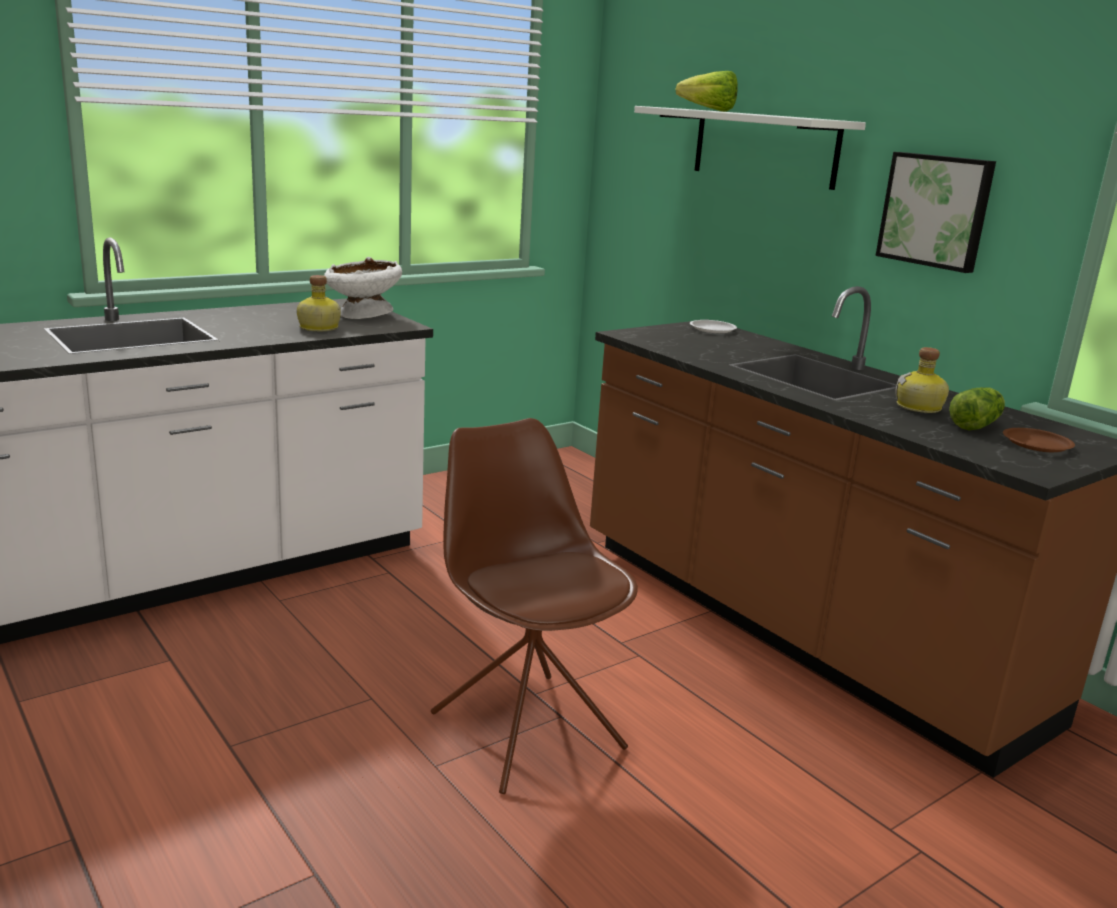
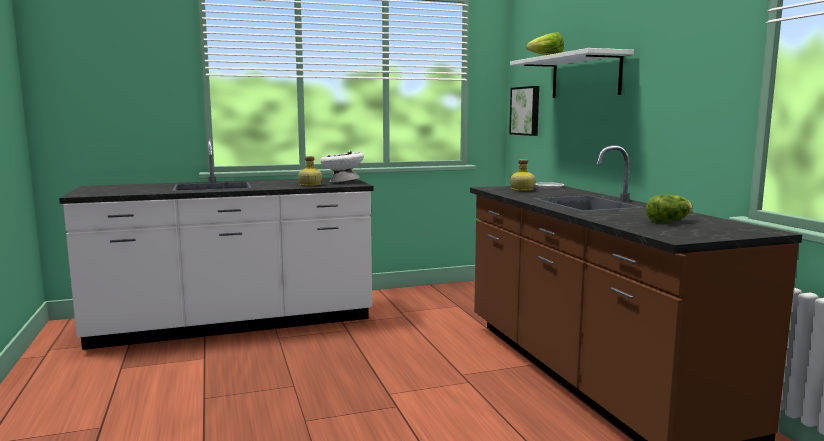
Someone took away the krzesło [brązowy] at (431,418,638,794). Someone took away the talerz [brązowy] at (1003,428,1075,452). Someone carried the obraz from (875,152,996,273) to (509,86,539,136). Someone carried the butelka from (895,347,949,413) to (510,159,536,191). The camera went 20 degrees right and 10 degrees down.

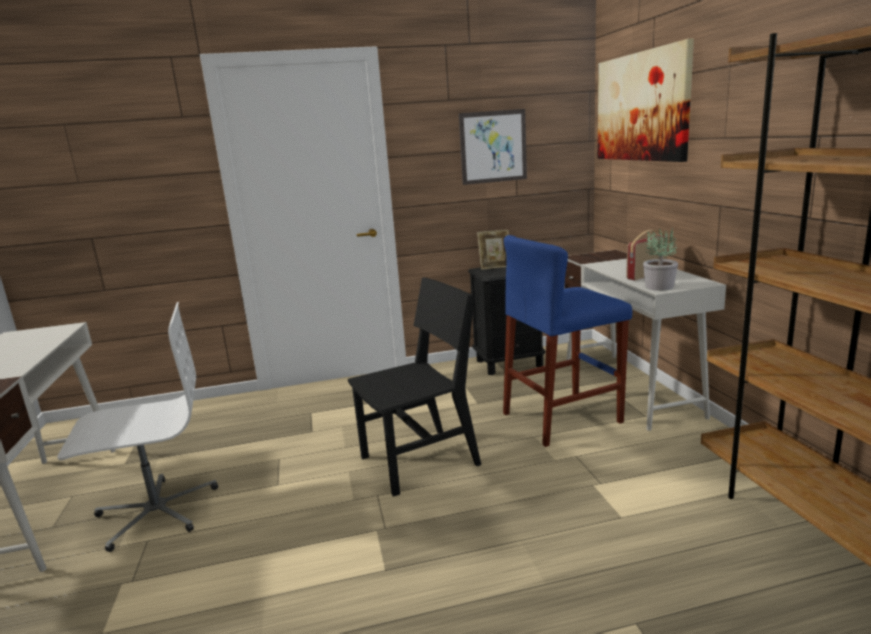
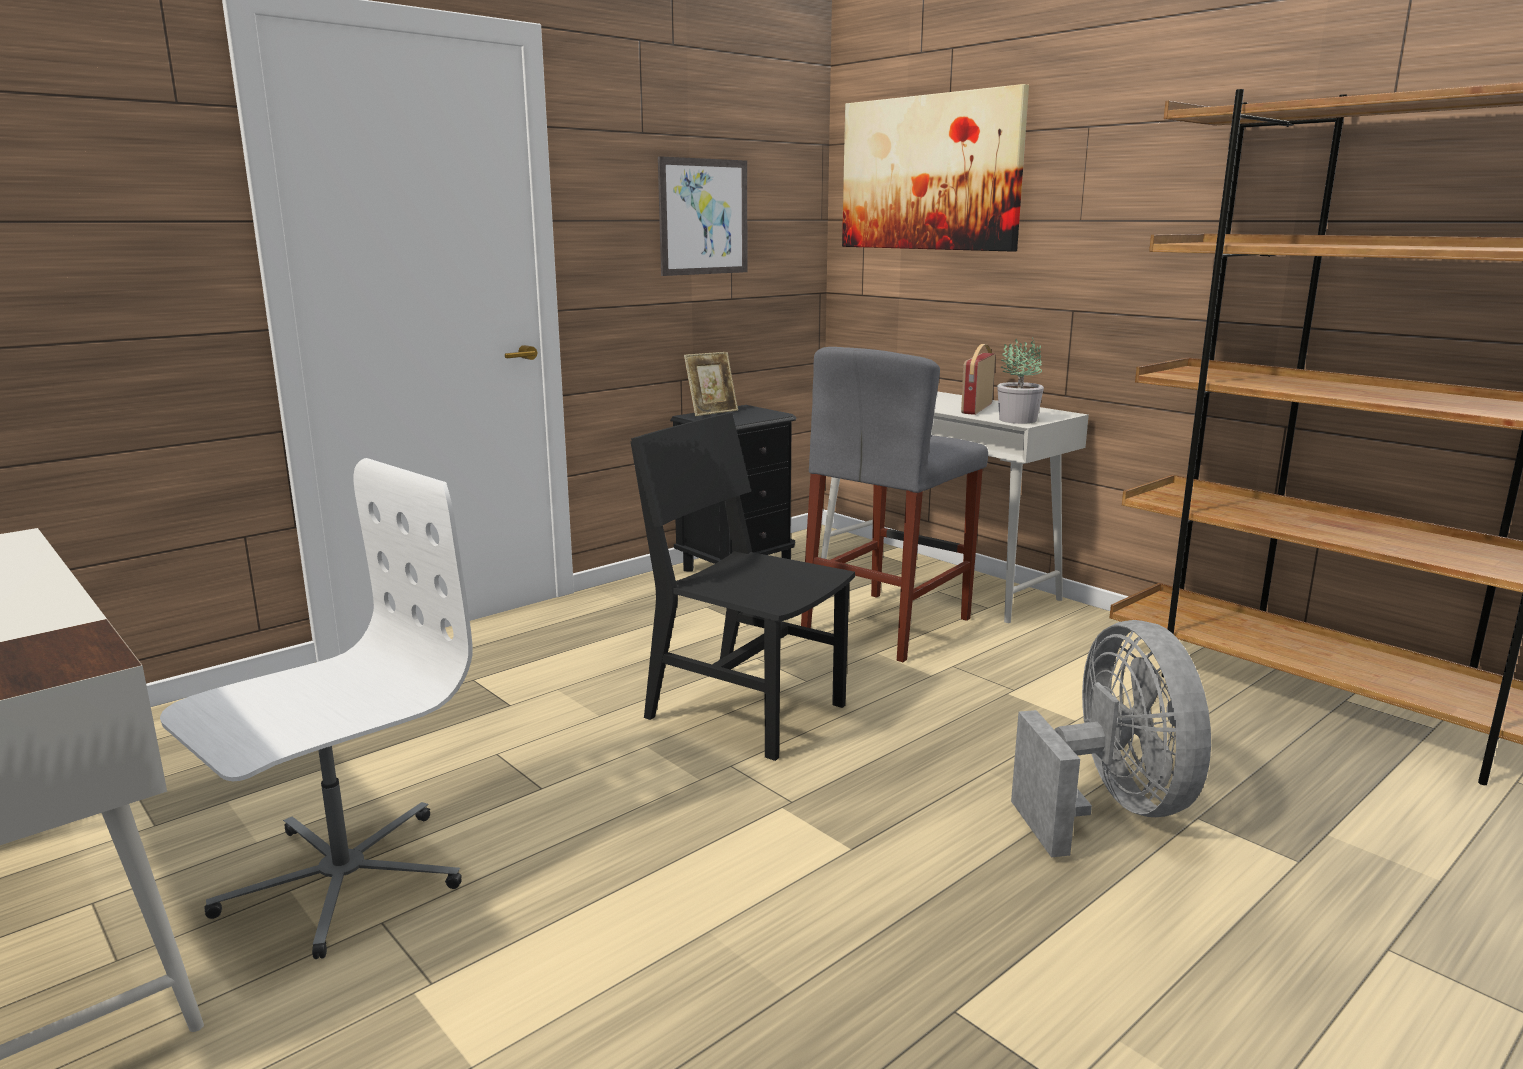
Someone put down the wentylator [szary] at (1011,620,1211,857). Someone repainted the stołek [niebieski] at (503,235,632,447), which became the stołek [szary] at (801,347,988,662). Someone rotated the krzesło [czarny] at (348,278,481,497) by 90 degrees counterclockwise. The camera went 30 degrees left and 0 degrees up.

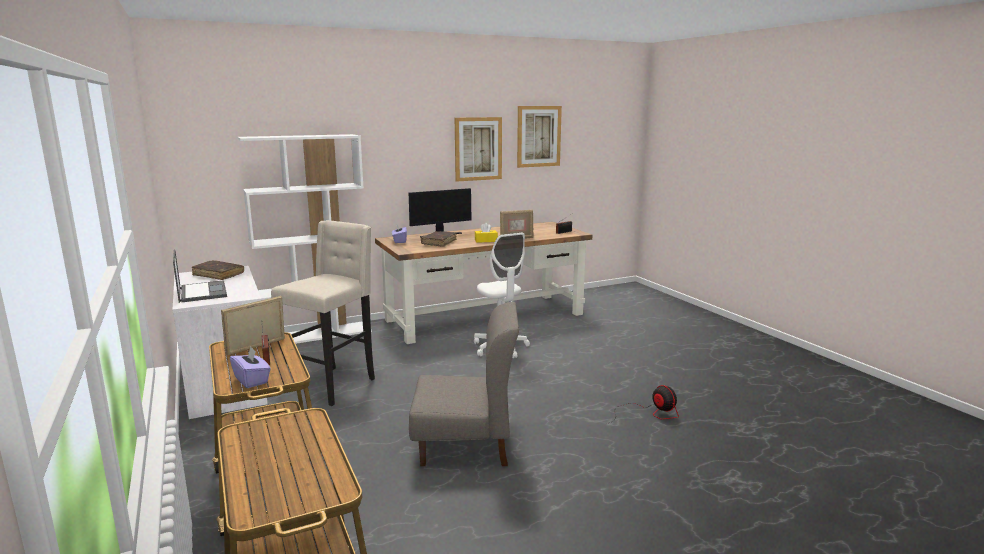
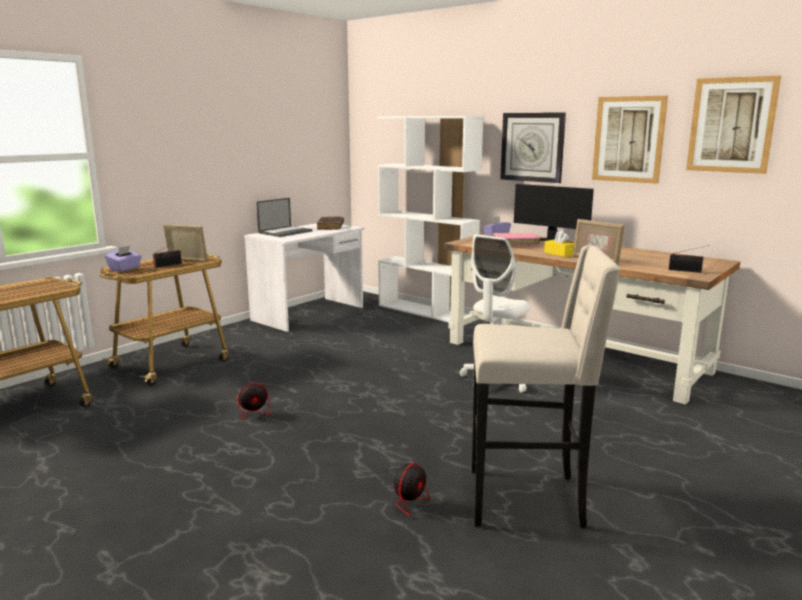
Someone put up the zegar ścienny at (500,112,566,183). Someone carried the stołek [beżowy] from (271,220,375,406) to (472,245,621,528). Someone swapped the krzesło [szary] at (409,302,519,466) for the wentylator at (237,383,289,421). Someone repainted the książka [brązowy] at (421,231,456,247), which became the książka [różowy] at (492,233,541,247). The camera went 65 degrees right and 0 degrees up.

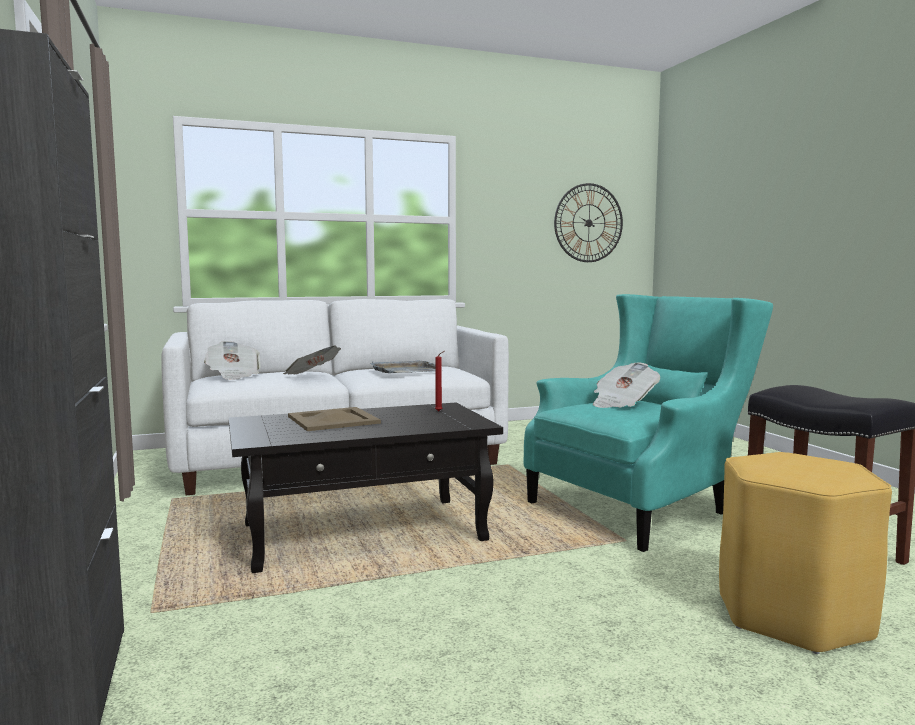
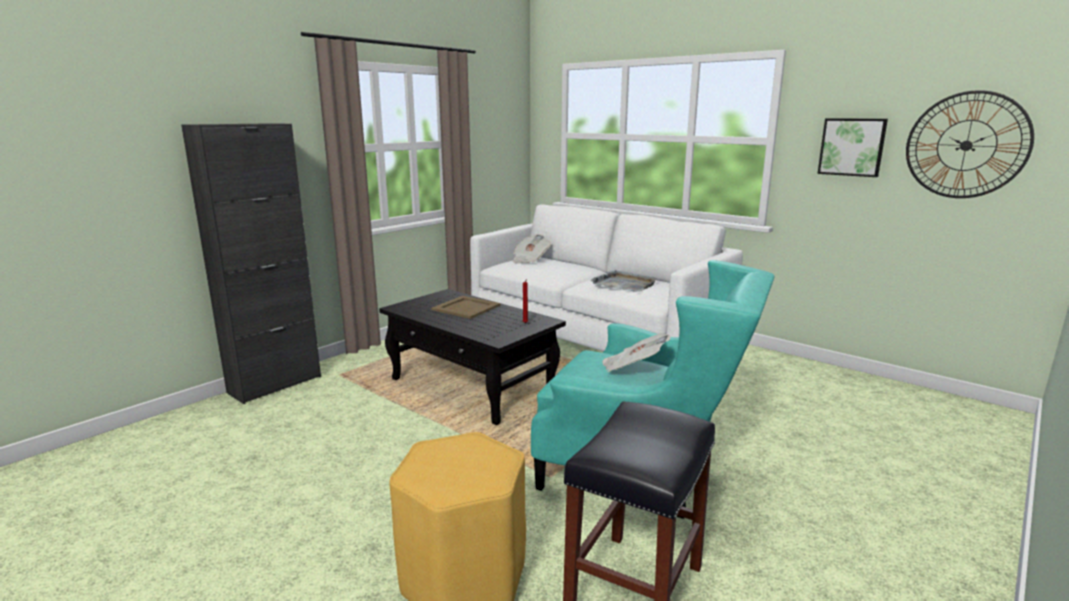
Someone took away the gazeta at (283,345,341,375). Someone put up the obraz at (817,118,888,177). The camera went 60 degrees right and 10 degrees up.

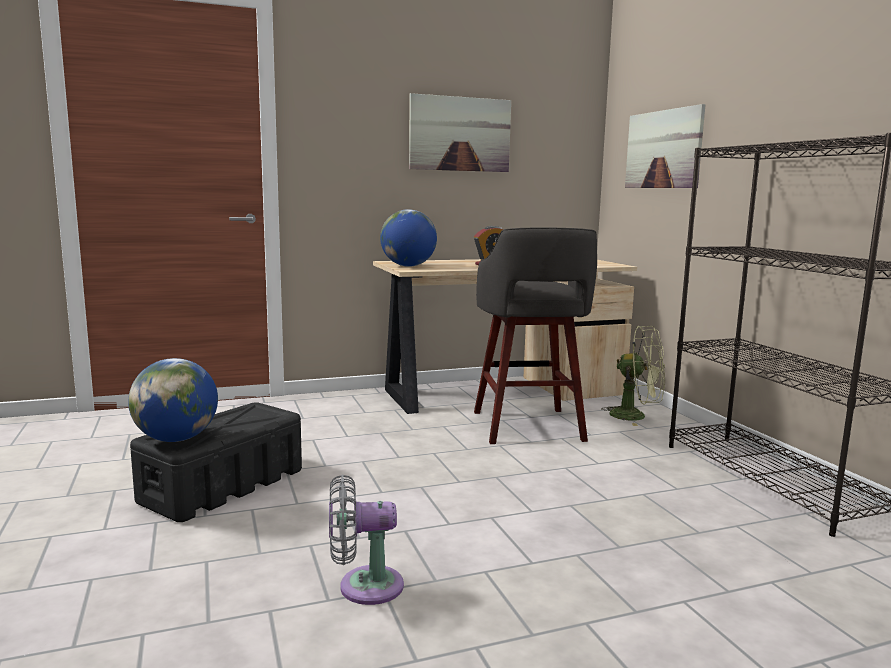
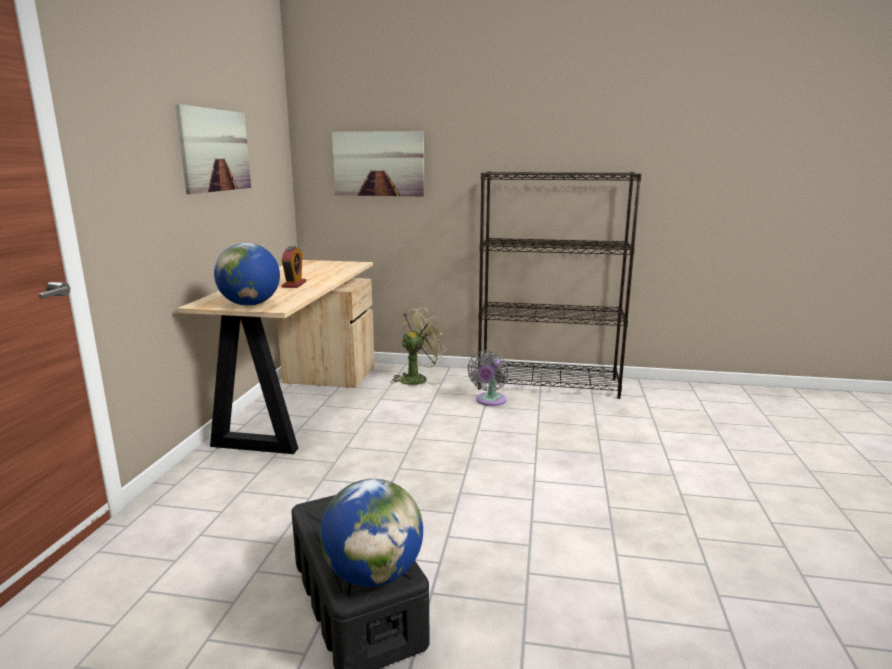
Someone took away the stołek [szary] at (474,228,597,444). Someone carried the wentylator [szary] from (329,475,404,605) to (468,351,509,406). The camera went 60 degrees left and 5 degrees up.

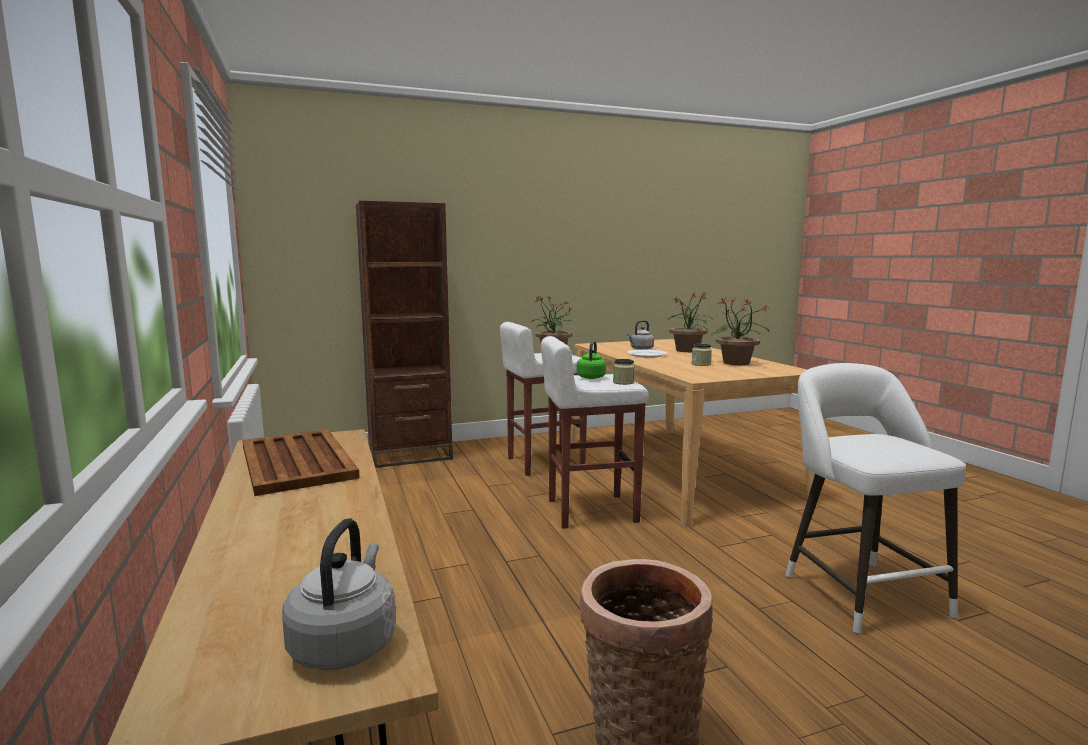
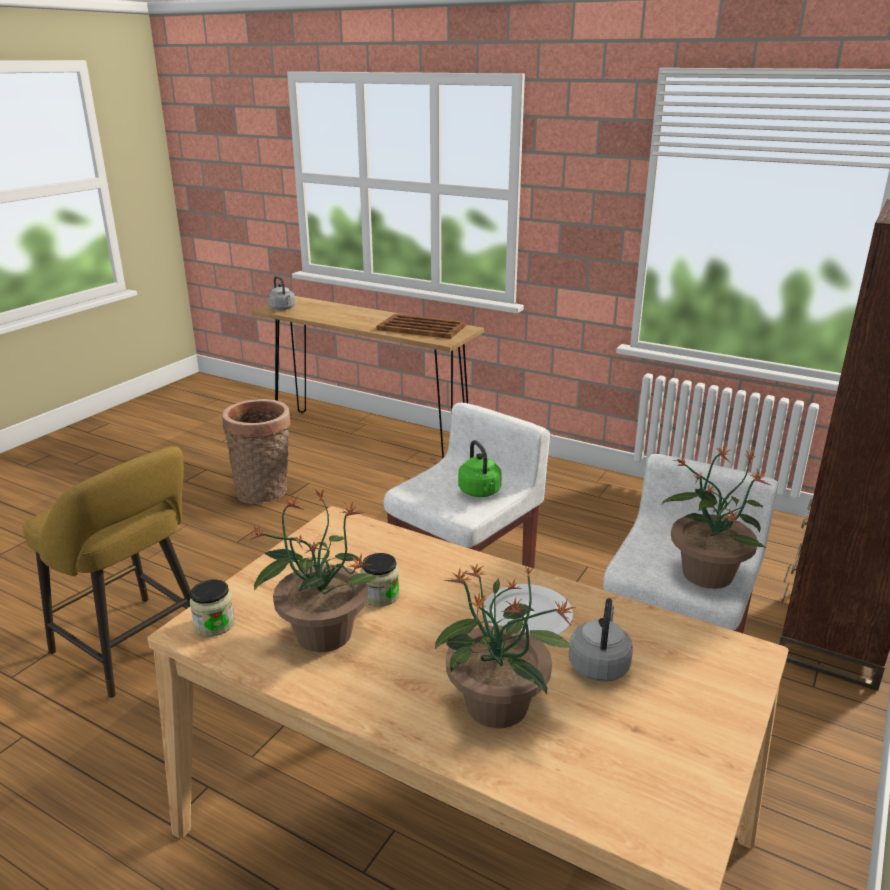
Someone carried the słoik from (613,359,635,385) to (190,580,235,636). Someone repainted the stołek [biały] at (786,363,966,634), which became the stołek [żółty] at (23,446,191,698). The camera went 140 degrees right and 15 degrees up.

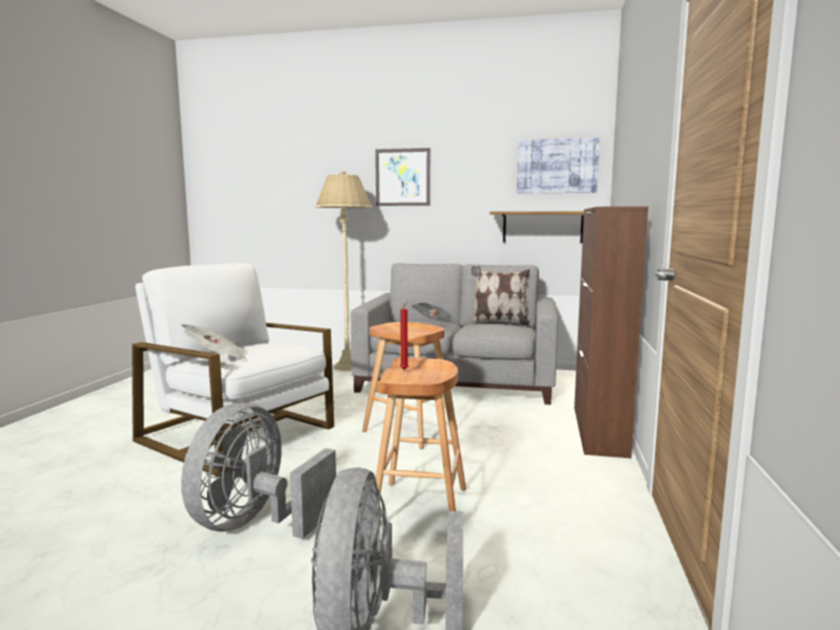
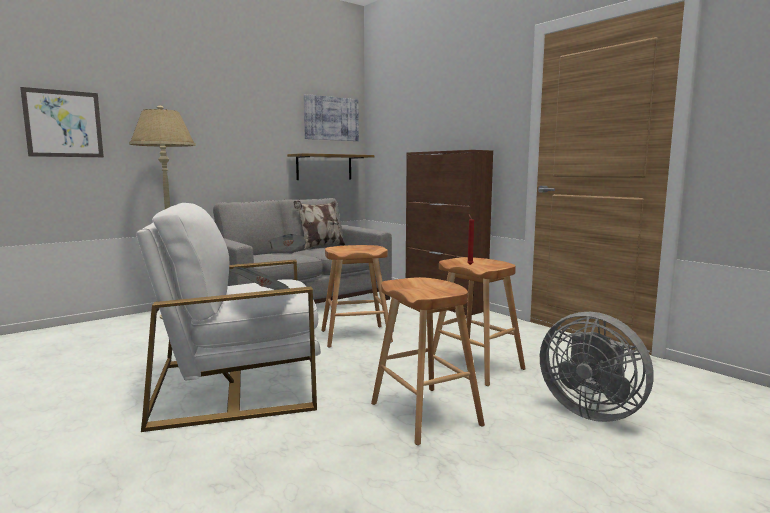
Someone carried the obraz from (375,148,430,206) to (20,87,104,157). Someone swapped the wentylator [szary] at (181,403,336,539) for the stołek [brązowy] at (371,277,485,445). The camera went 50 degrees left and 0 degrees up.

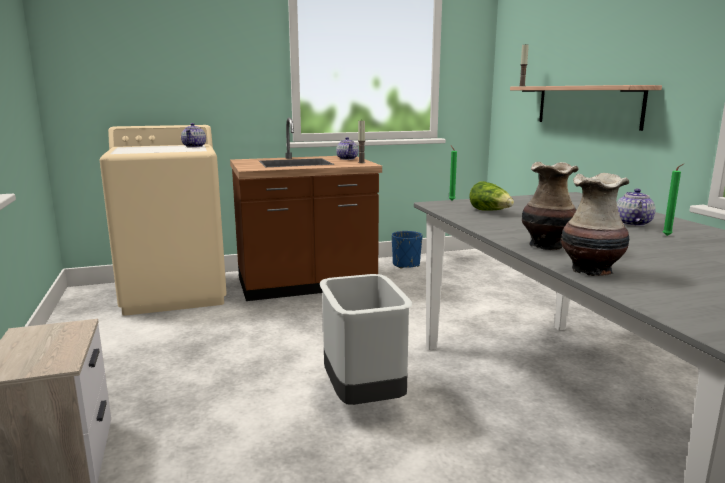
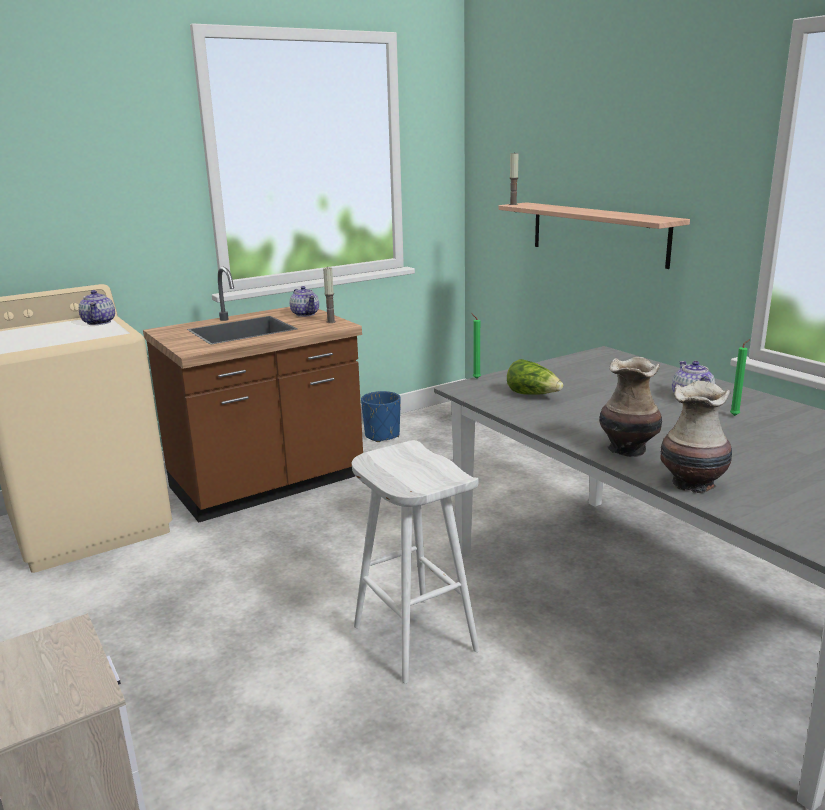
Someone swapped the kosz na śmieci [szary] at (320,274,412,405) for the stołek [biały] at (352,440,479,683). The camera went 15 degrees left and 5 degrees up.

